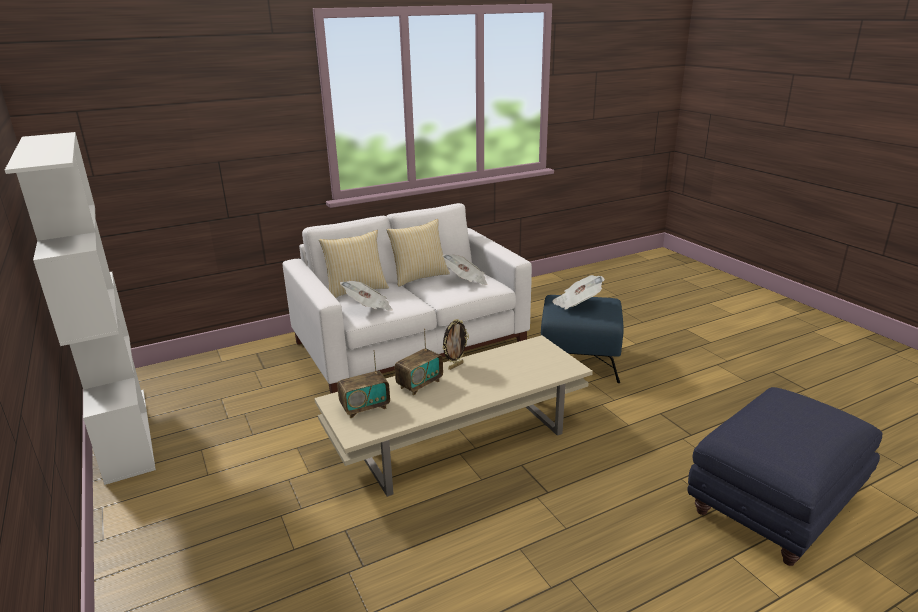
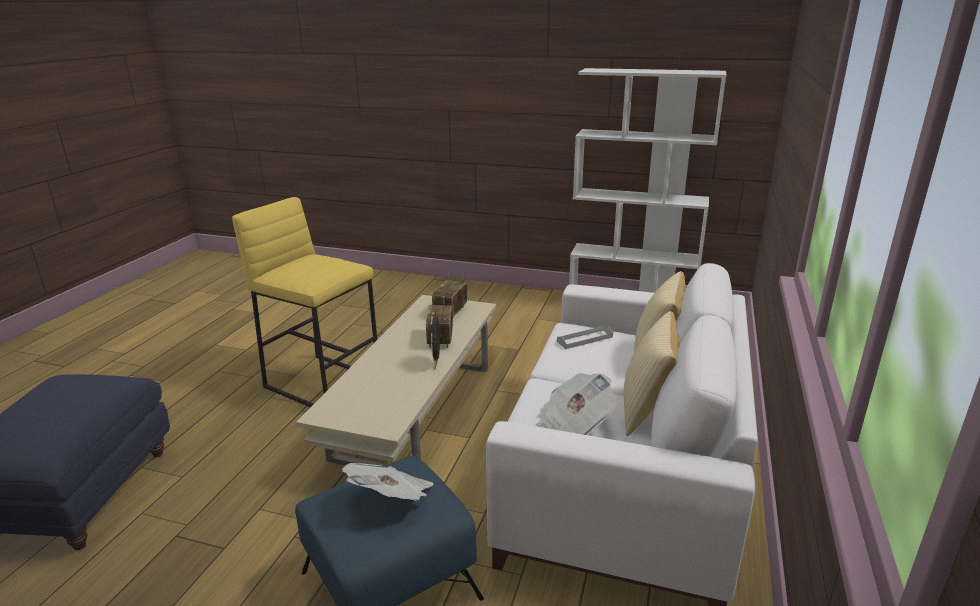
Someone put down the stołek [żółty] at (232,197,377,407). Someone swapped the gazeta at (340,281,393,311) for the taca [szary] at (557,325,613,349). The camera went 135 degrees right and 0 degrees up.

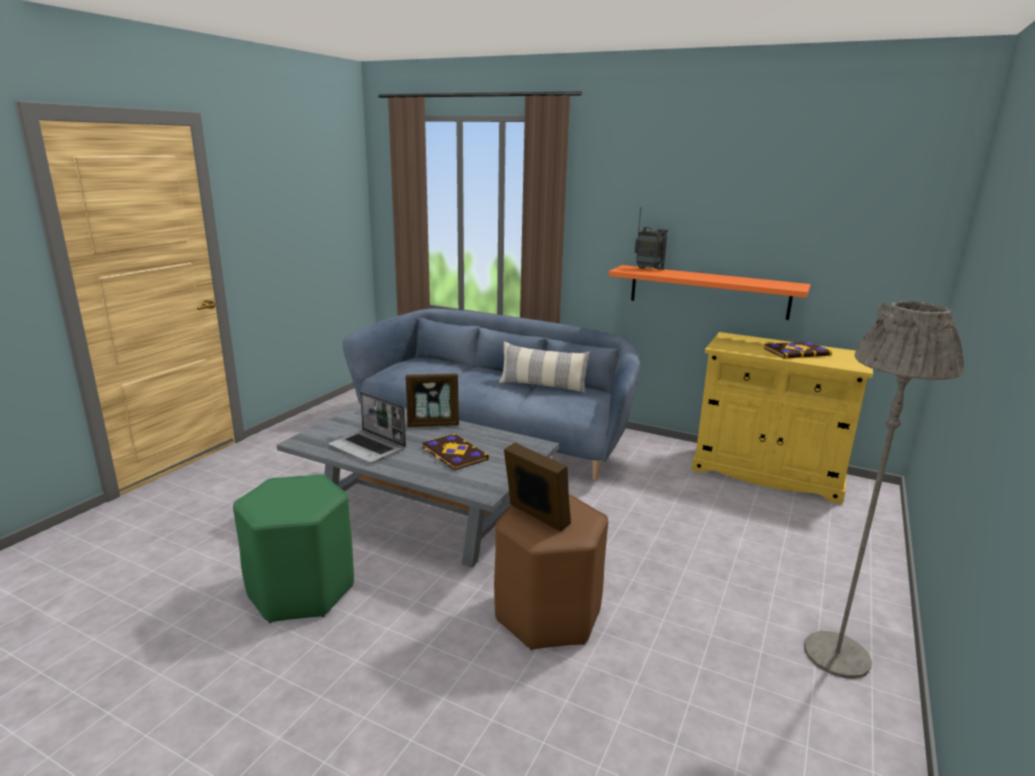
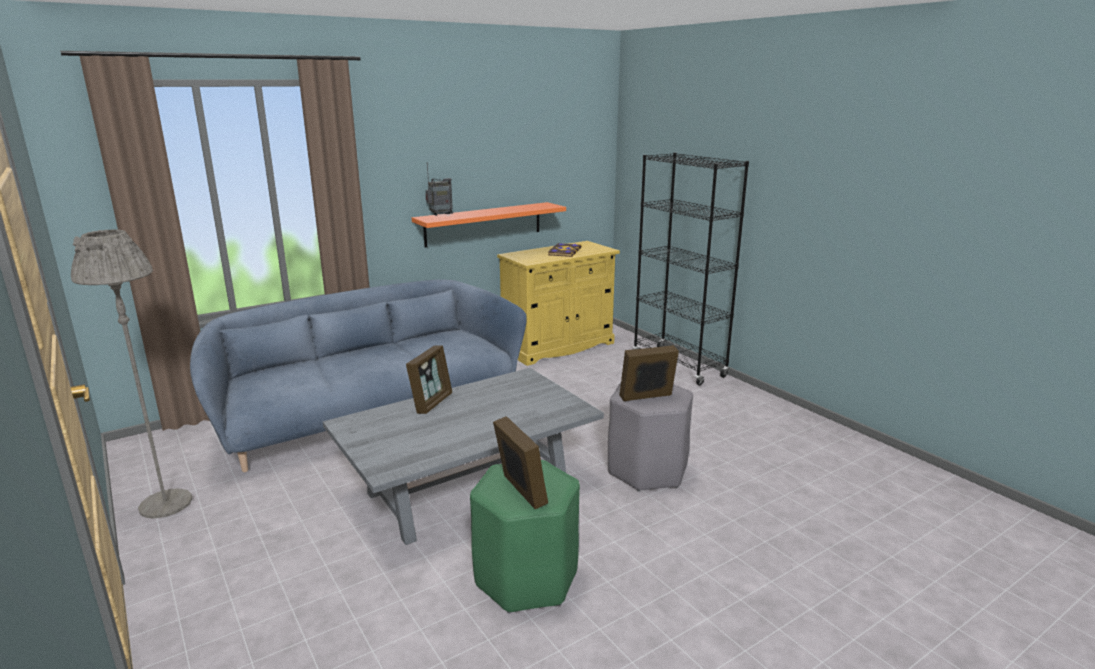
Someone took away the laptop at (328,391,406,463). Someone took away the książka at (422,433,489,470). Someone took away the poduszka at (499,341,590,393). Someone put down the ramka na zdjęcie at (493,416,548,509). Someone put down the regał [czarny] at (633,152,749,385). Someone carried the lampa stojąca [szary] from (804,301,964,679) to (71,229,192,519). Someone repainted the stołek [brązowy] at (494,494,608,650), which became the stołek [szary] at (608,382,693,492). The camera went 60 degrees left and 0 degrees up.

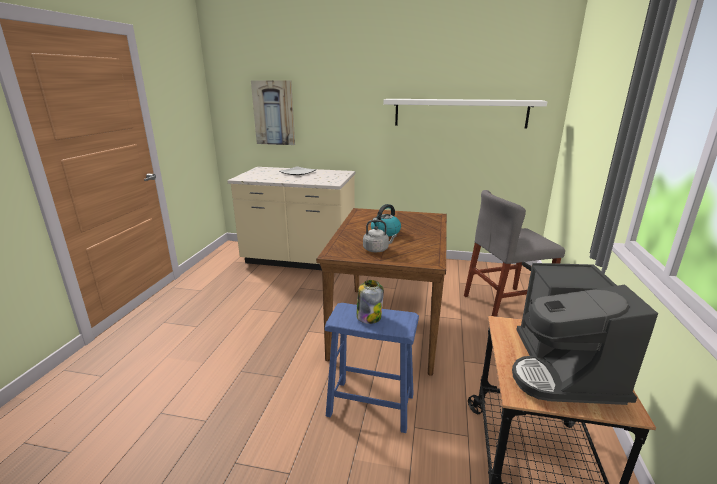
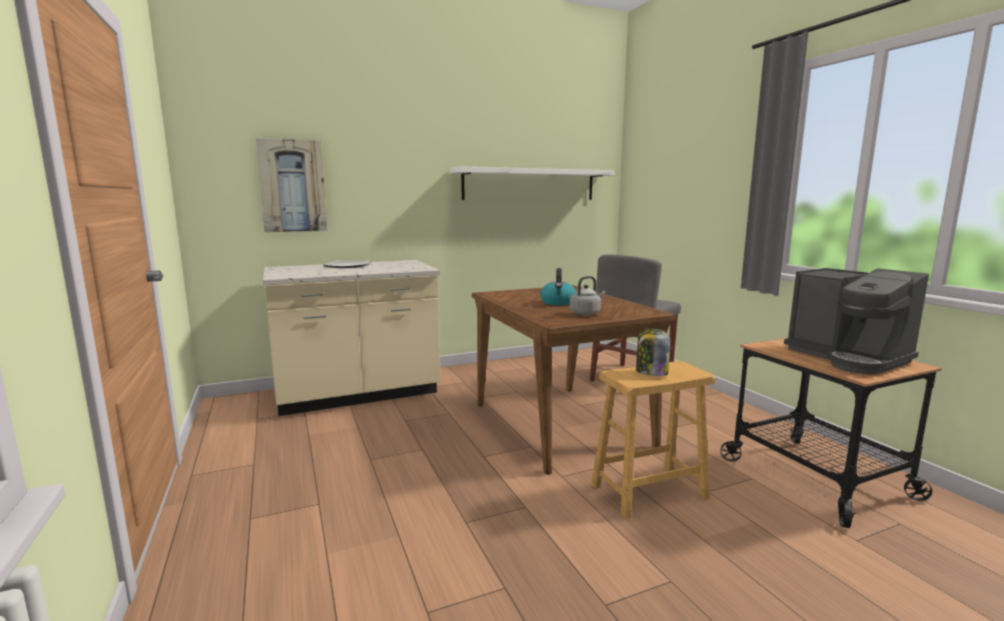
Someone repainted the stołek [niebieski] at (325,303,419,433), which became the stołek [brązowy] at (591,361,716,519). The camera went 35 degrees left and 10 degrees down.

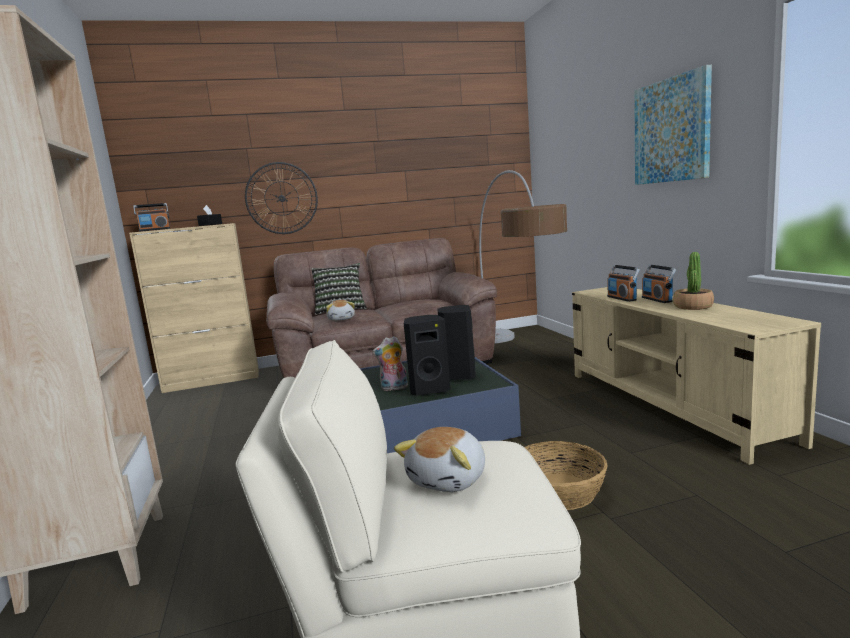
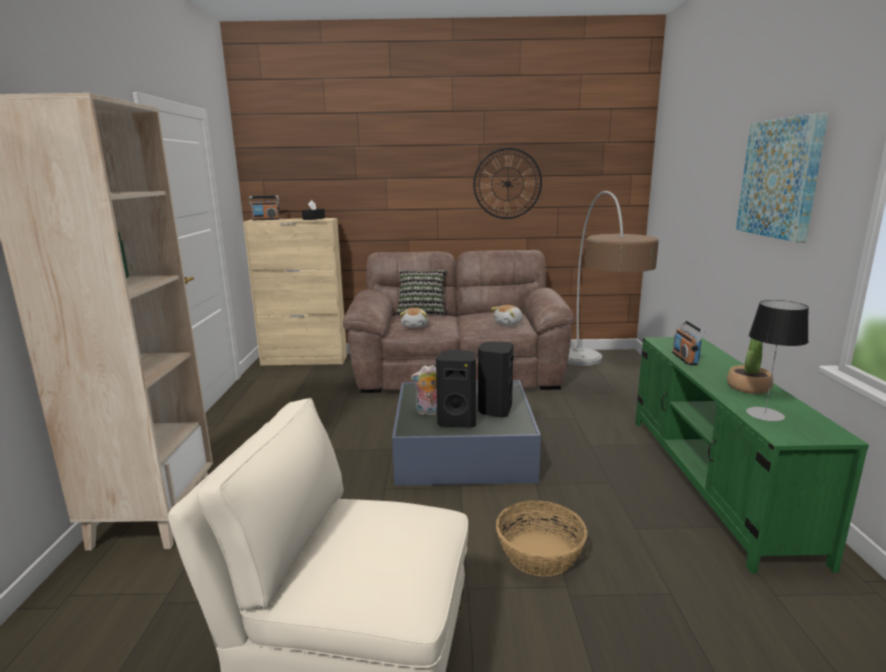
Someone took away the radio at (642,265,676,303). Someone put down the lampa stołowa at (746,300,809,421). Someone carried the zegar ścienny from (245,162,318,234) to (473,148,542,219). Someone carried the pluszak from (394,427,485,492) to (491,305,523,325). Someone repainted the szafka pod telewizor [beżowy] at (572,287,821,465), which became the szafka pod telewizor [zielony] at (635,337,869,574). The camera went 15 degrees right and 5 degrees up.

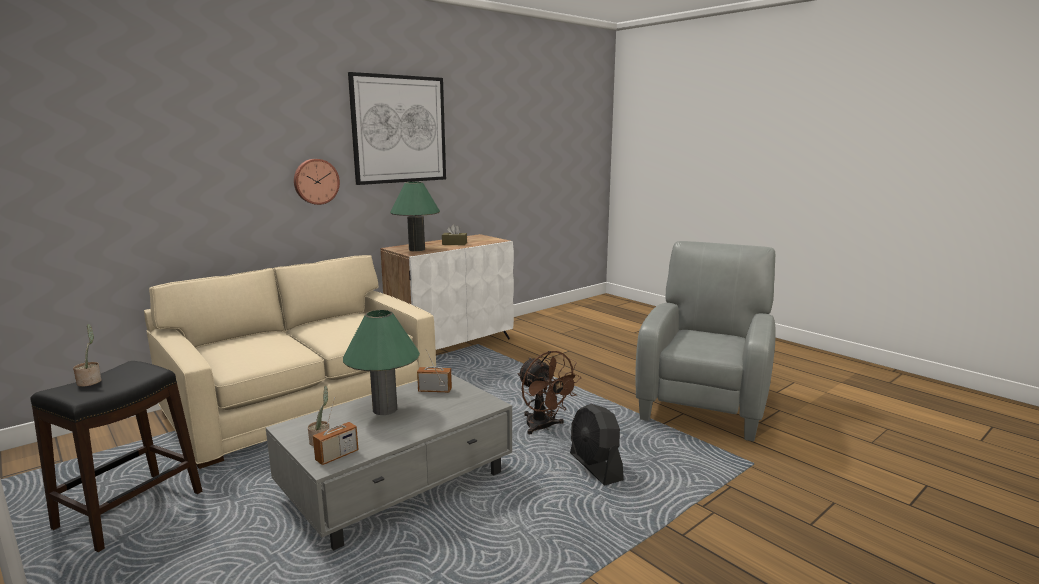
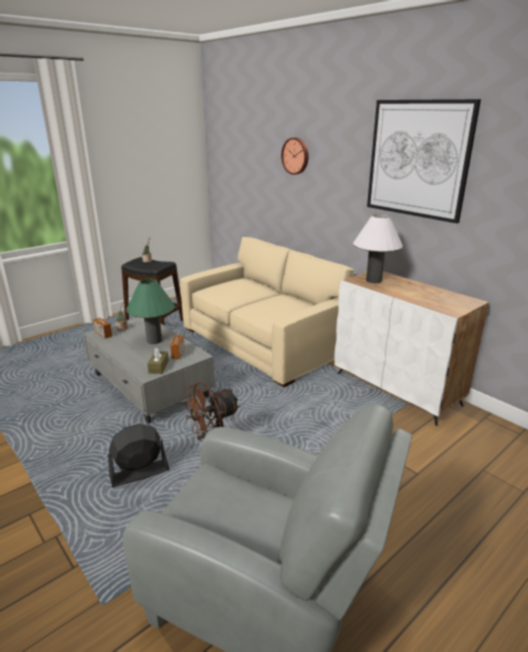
Someone carried the zegar ścienny from (294,159,340,205) to (281,138,309,175). Someone carried the pudełko chusteczek [brązowy] from (442,224,467,245) to (147,347,169,374). Someone repainted the lampa stołowa [zielony] at (390,182,440,251), which became the lampa stołowa [biały] at (353,214,403,283). The camera went 90 degrees right and 10 degrees up.

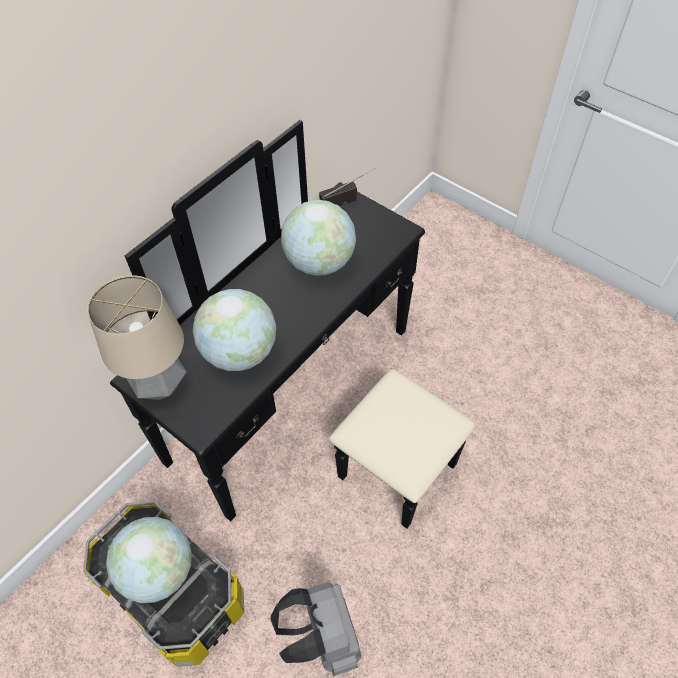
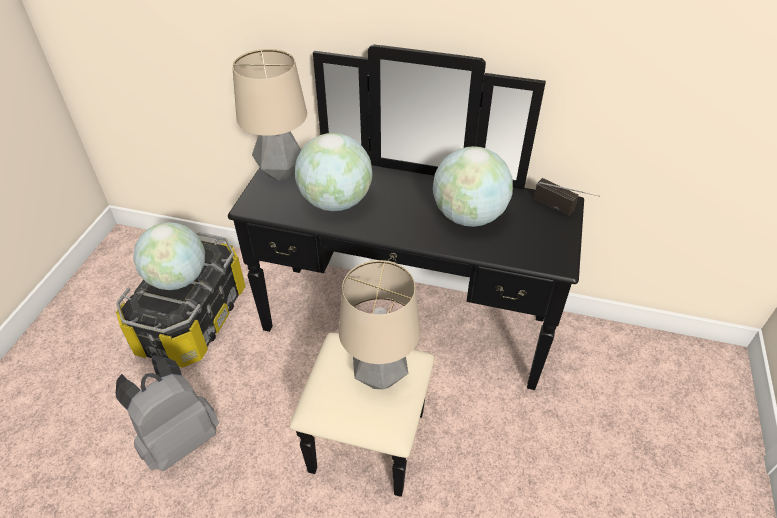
Someone put down the lampa stołowa at (339,260,420,389). The camera went 65 degrees right and 10 degrees down.

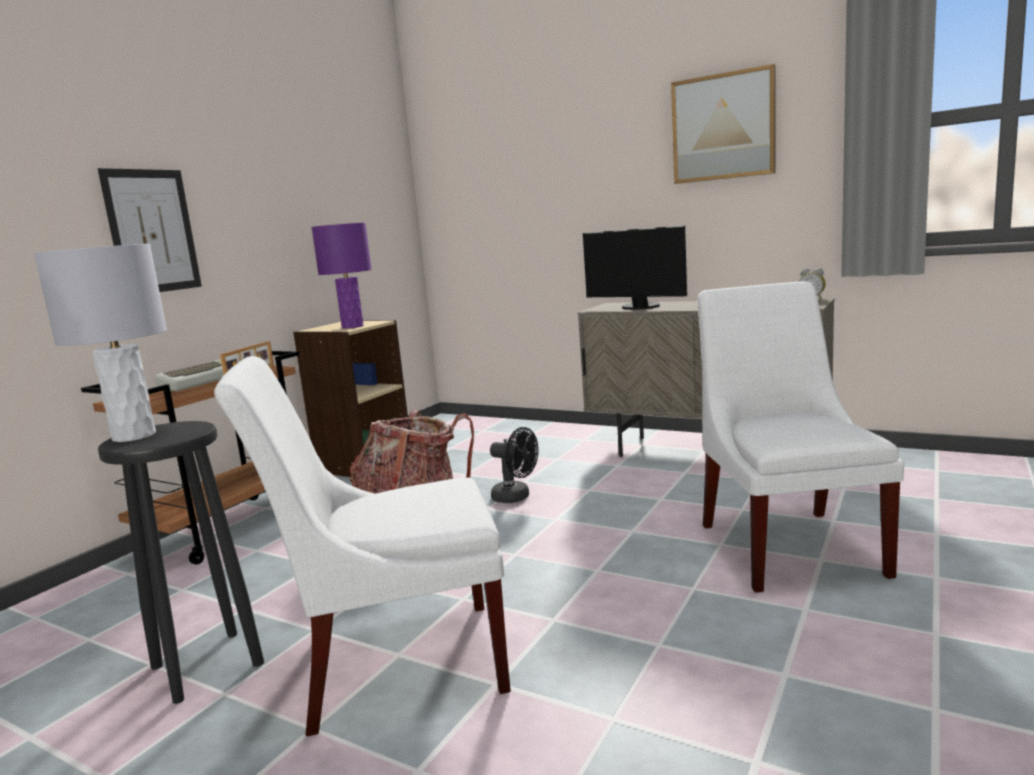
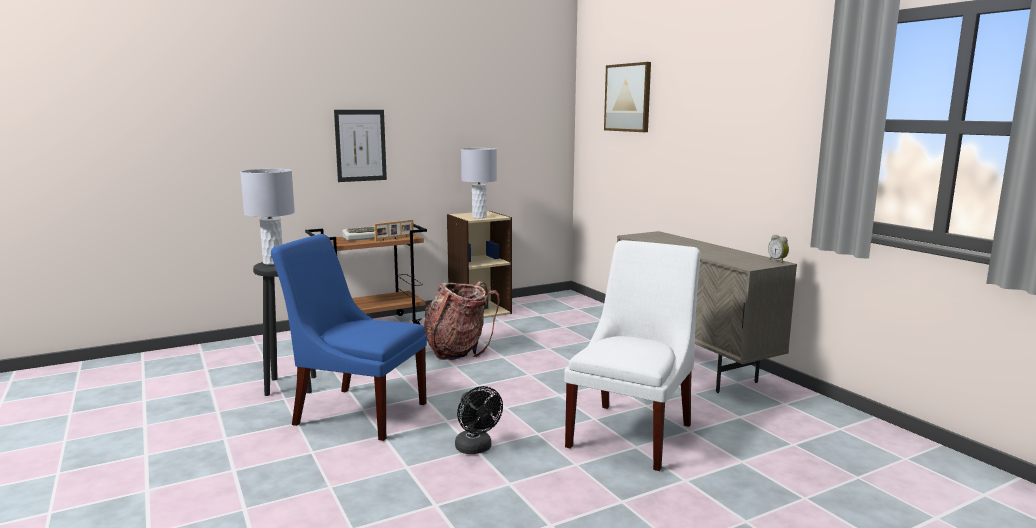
Someone took away the monitor at (583,225,687,310). Someone carried the wentylator [czarny] from (490,427,539,503) to (455,386,503,454). Someone carried the obraz from (671,64,776,184) to (604,62,651,132). Someone repainted the krzesło [biały] at (214,356,511,736), which became the krzesło [niebieski] at (271,234,427,441). Someone repainted the lampa stołowa [fioletowy] at (311,223,372,329), which became the lampa stołowa [szary] at (461,148,497,219). The camera went 30 degrees right and 0 degrees up.

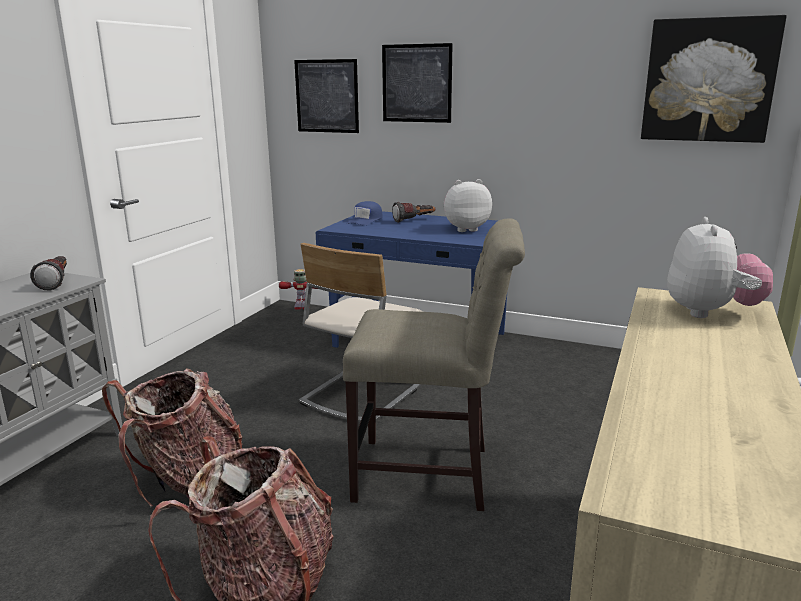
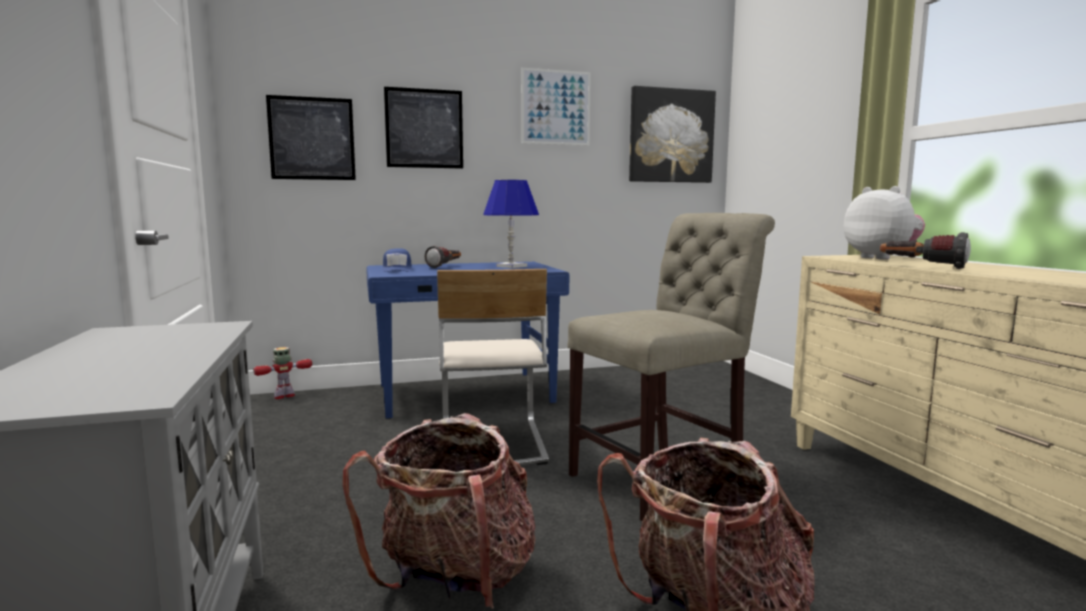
Someone put up the obraz at (522,68,591,146). Someone carried the latarka from (30,256,67,291) to (880,232,971,269). Someone swapped the pluszak at (444,179,492,232) for the lampa stołowa [niebieski] at (483,180,539,268). The camera went 40 degrees left and 10 degrees down.

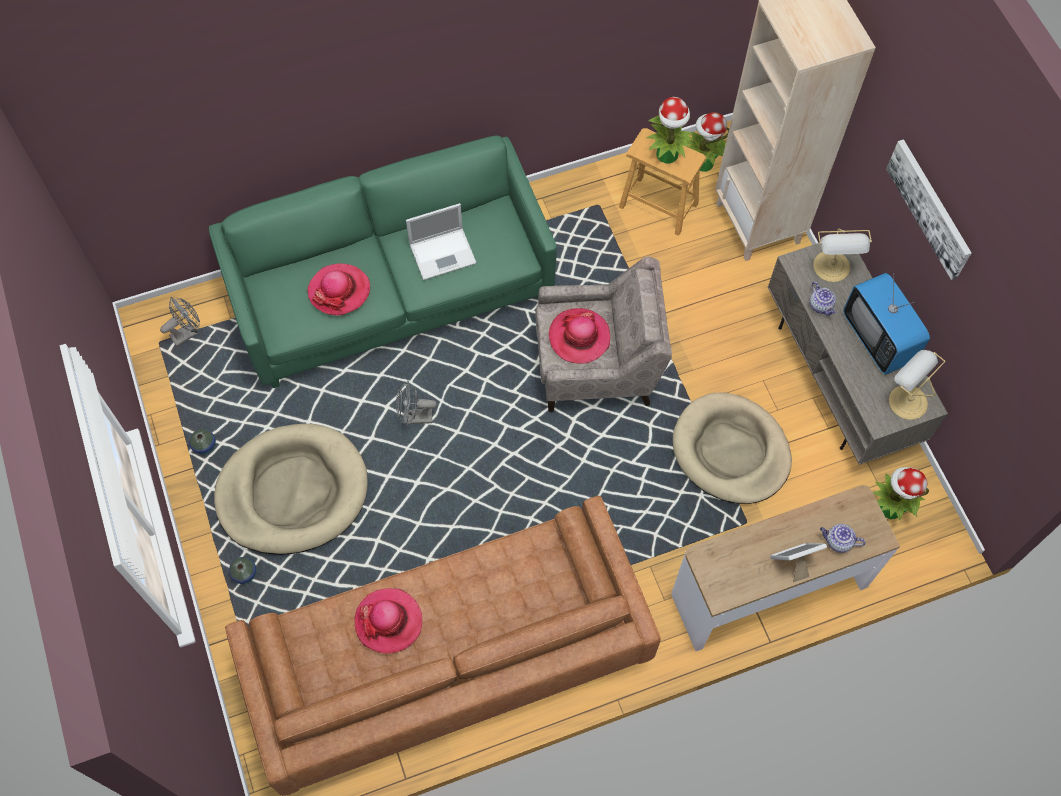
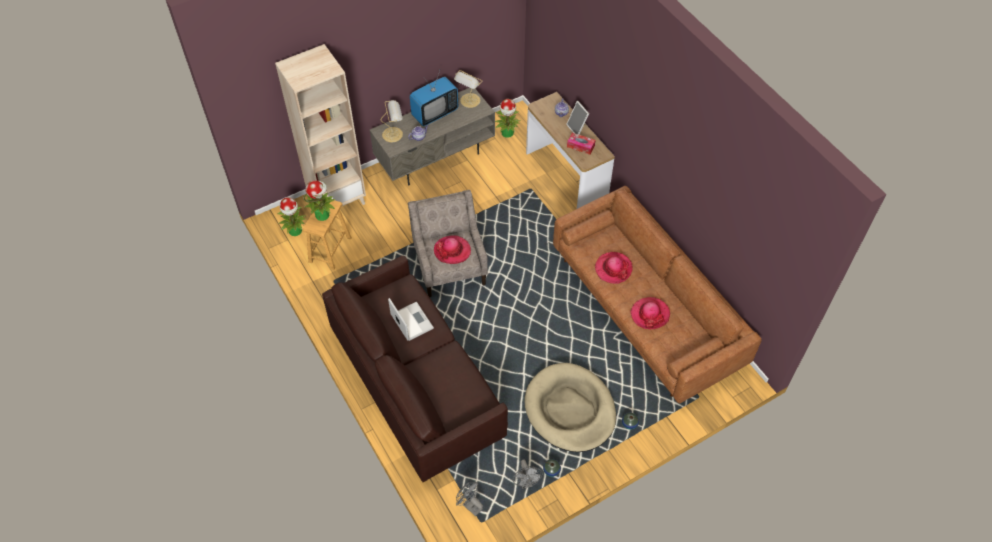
Someone took away the legowisko [beżowy] at (673,393,792,504). Someone took away the obraz at (886,139,971,280). Someone put down the pudełko chusteczek at (567,133,595,155). Someone carried the kapelusz from (307,264,370,316) to (595,252,633,284). Someone carried the wentylator [szary] from (396,381,437,426) to (513,459,543,489). Someone repainted the kanapa [zielony] at (209,136,557,388), which became the kanapa [brązowy] at (322,256,508,482). The camera went 100 degrees left and 10 degrees down.

